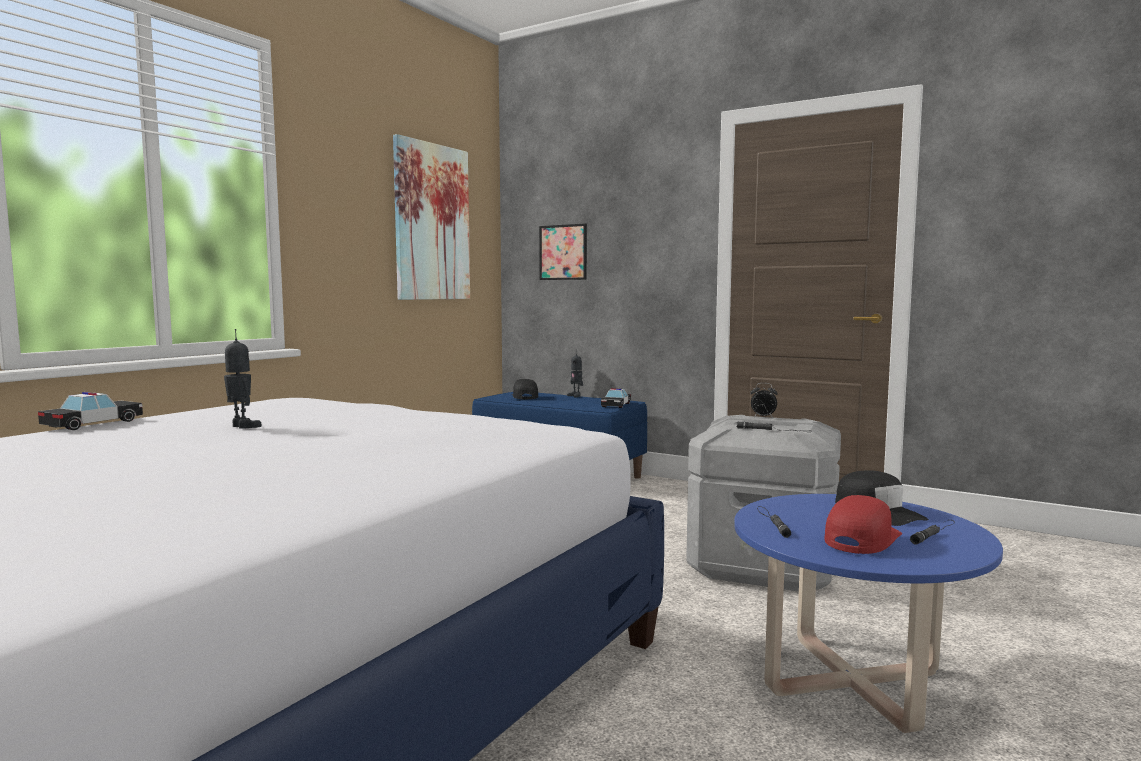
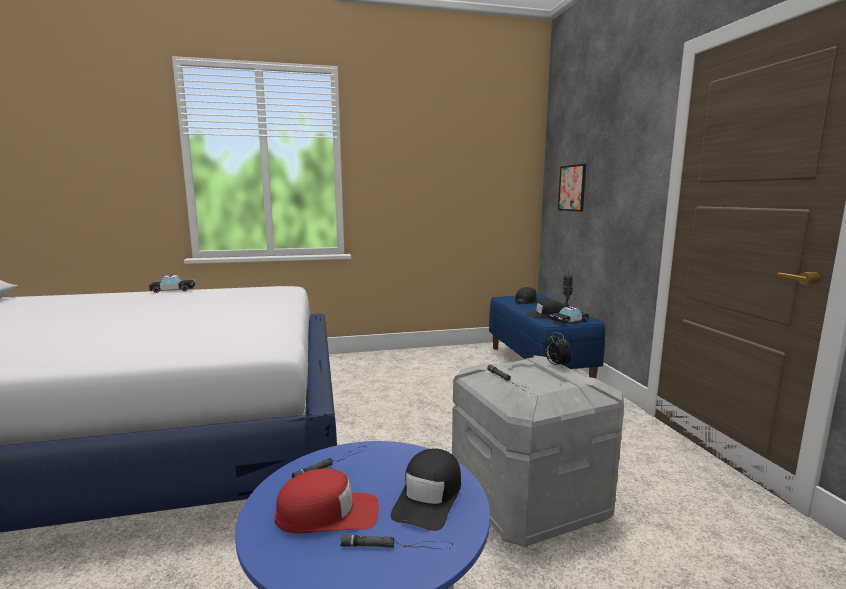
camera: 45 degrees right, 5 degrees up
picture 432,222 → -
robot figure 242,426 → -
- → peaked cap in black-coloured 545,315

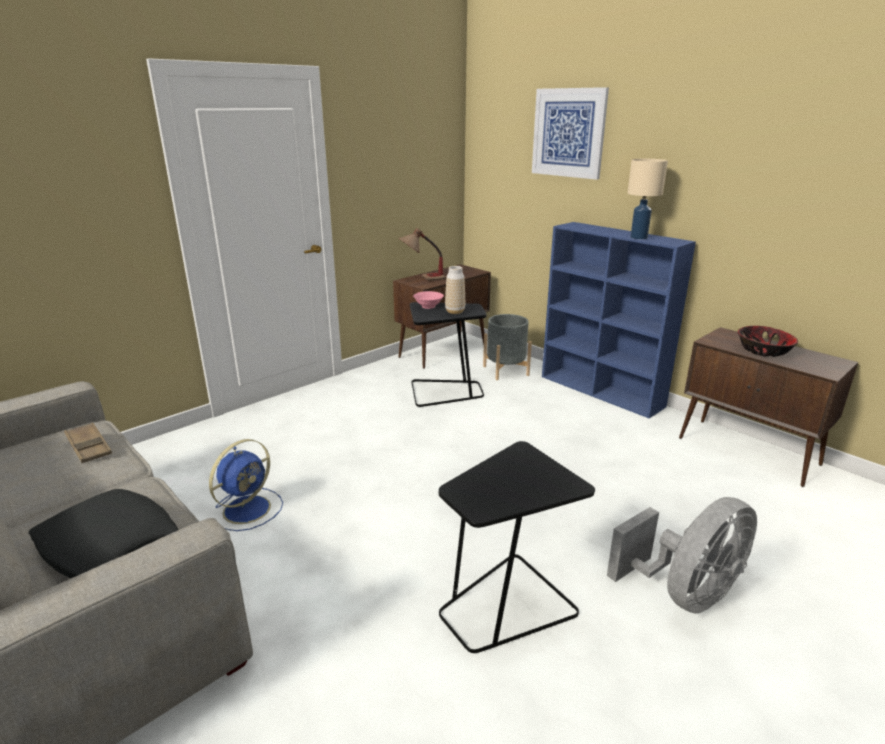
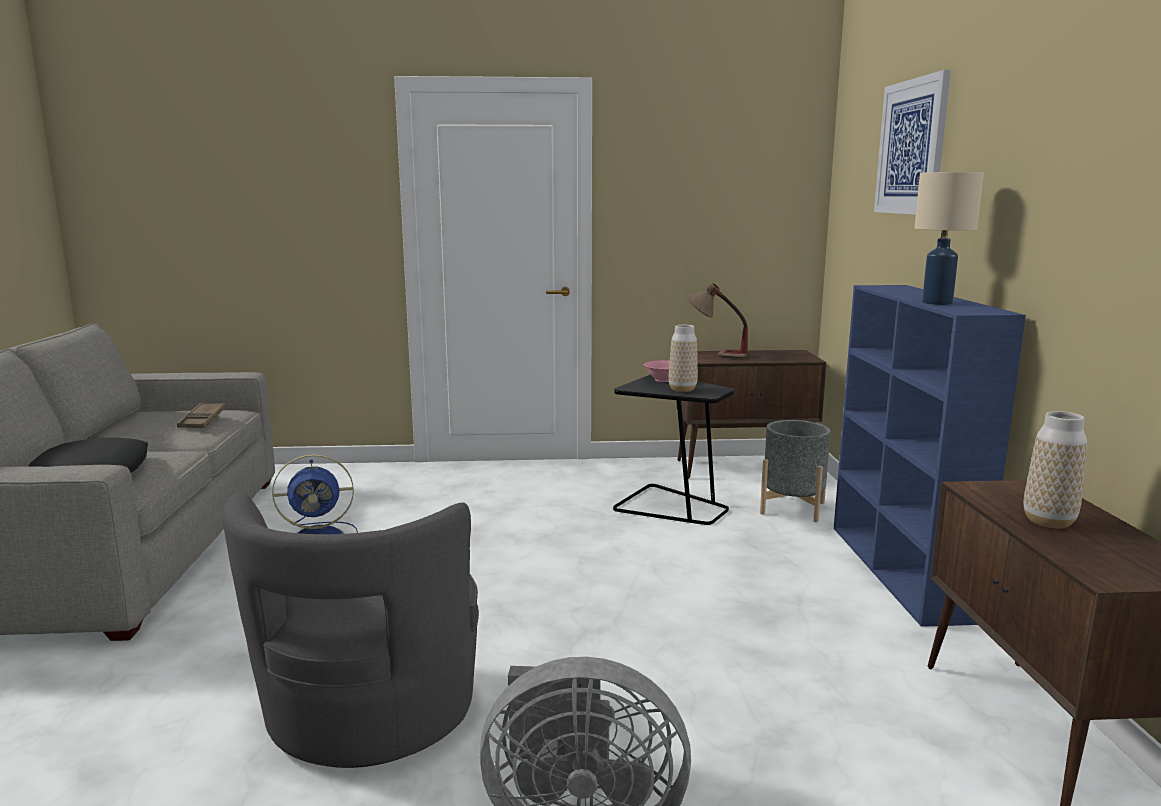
camera: 40 degrees right, 10 degrees down
bowl 764,351 → flower vase 1048,521
end table in black-coloured 505,605 → lounge chair in greyish 369,714

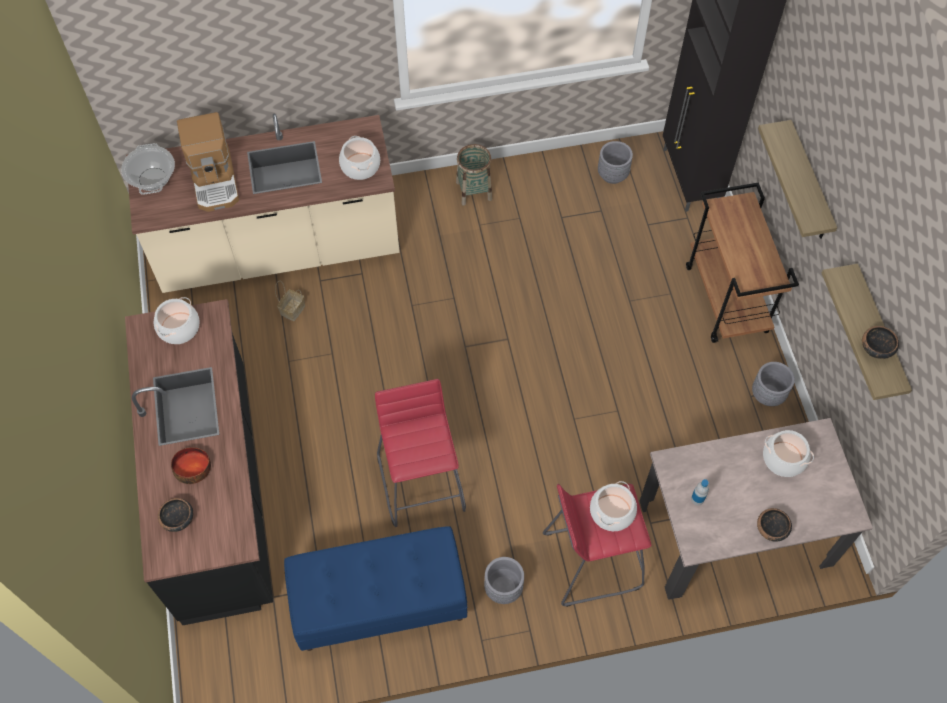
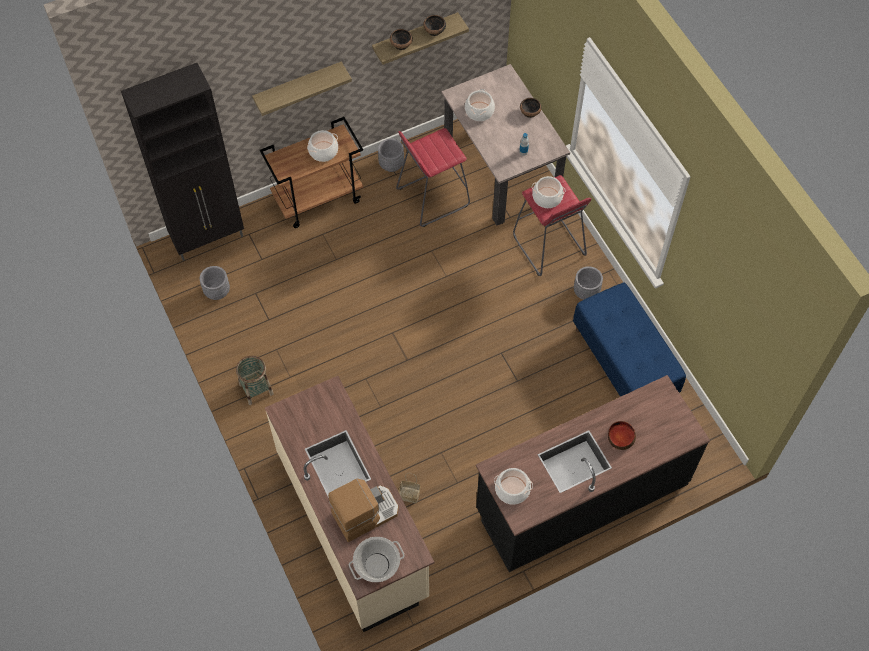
camera: 105 degrees left, 0 degrees up
saucepot 360,166 → saucepot 323,151, moved
stool in red 422,482 → stool in red 432,197, moved
bowl 178,520 → bowl 401,44, moved

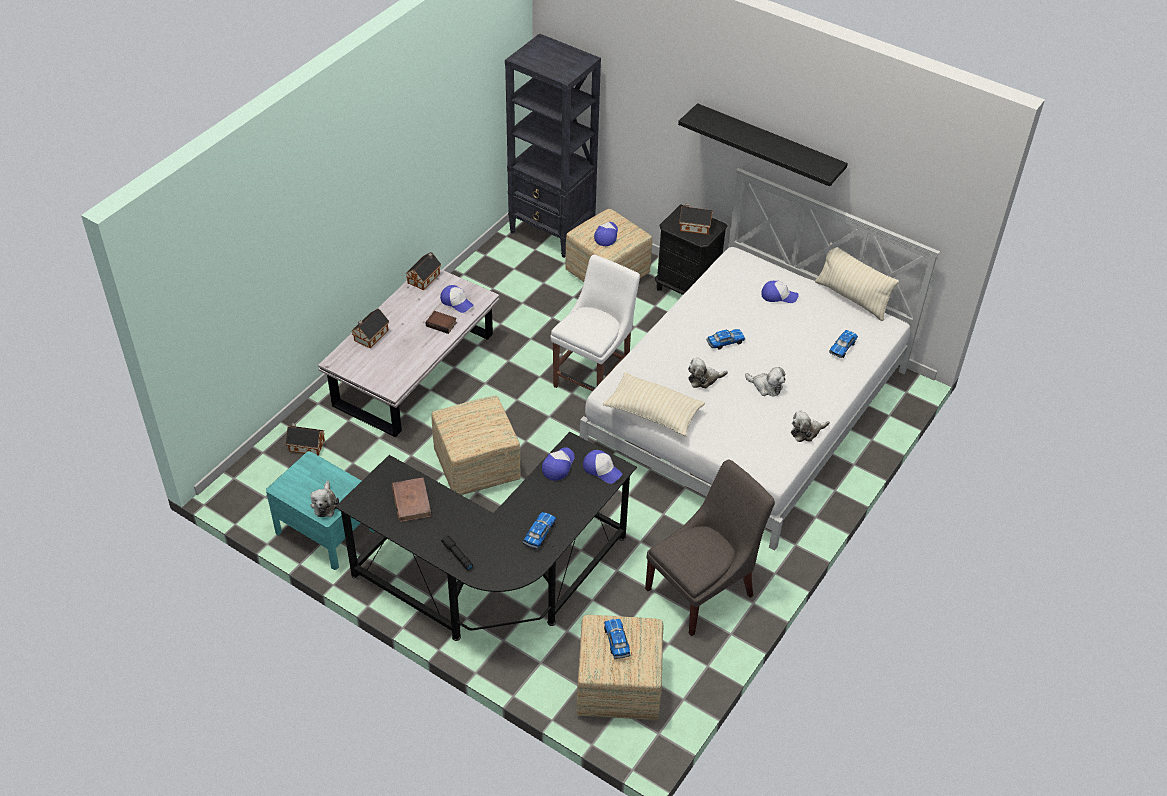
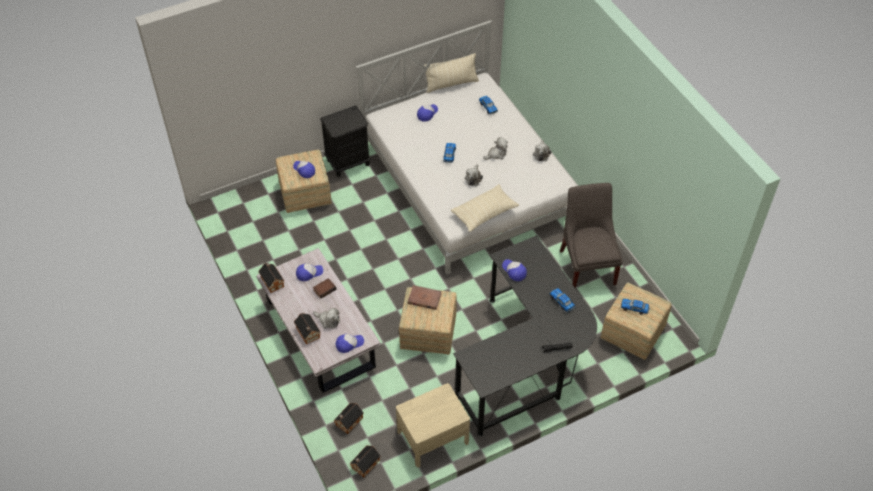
camera: 60 degrees left, 5 degrees up
bookshelf in black-coloured 552,232 → -
shelf in black-coloured 769,145 → -
toy house 693,226 → toy house 364,465, moved
plain chair in white 594,378 → -
peaked cap 602,469 → peaked cap 349,343, moved
night table in turquoise-coloured 325,531 → night table in sand-coloured 432,437
book in brown 411,501 → book in brown 424,299, moved
cuddly toy 325,504 → cuddly toy 328,320, moved

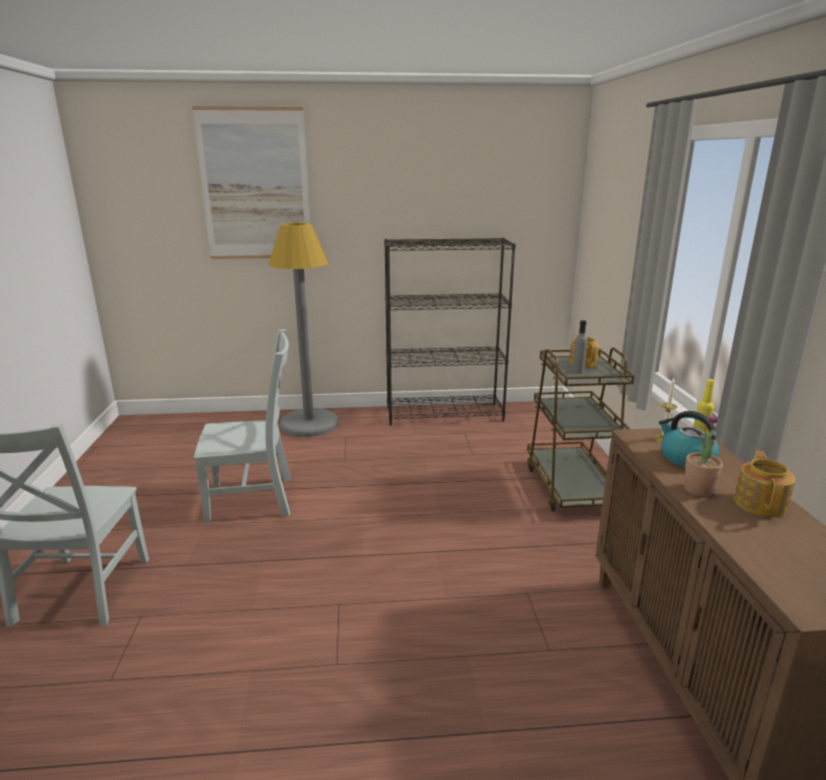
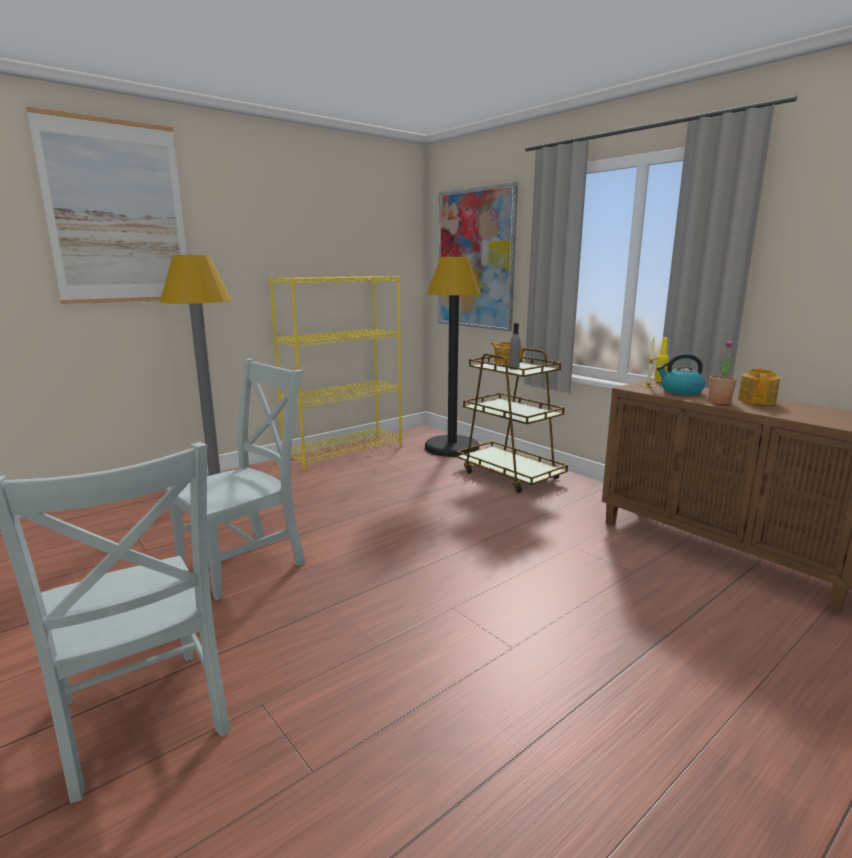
camera: 35 degrees left, 5 degrees down
bookshelf in black-coloured 445,414 → bookshelf in yellow 344,452
tea pot 760,503 → tea pot 757,400, 45 degrees clockwise
- → picture 475,259
- → floor lamp in black-coloured 452,448

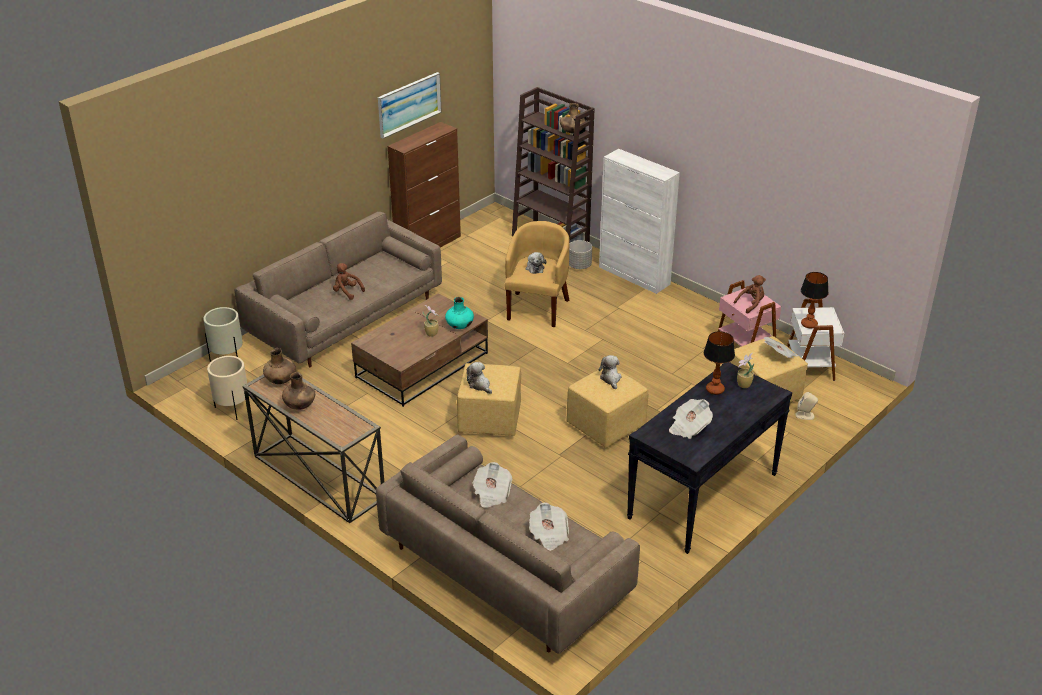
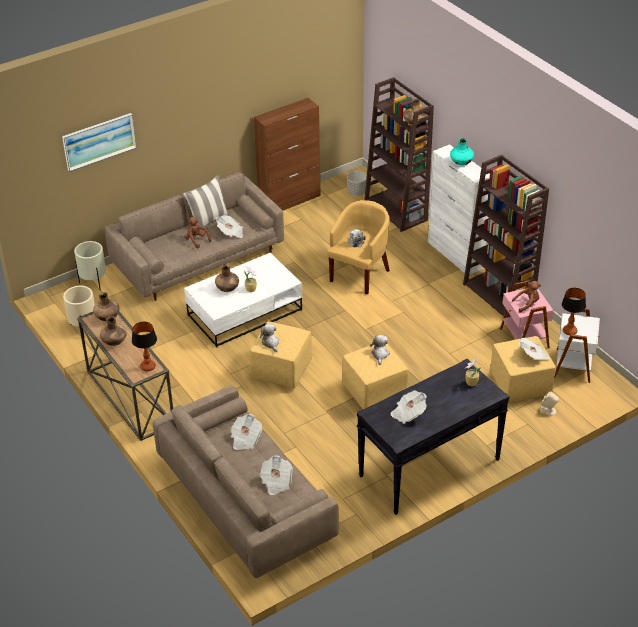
camera: 15 degrees right, 5 degrees up
picture 409,104 → picture 99,141, moved
plant pot in greyish 579,266 → plant pot in greyish 357,192, moved
coffee table in brown 422,364 → coffee table in white 245,312
flower vase in turquoise-coloured 459,326 → flower vase in turquoise-coloured 461,163, moved
tabletop lamp 714,389 → tabletop lamp 148,366, moved
- → bookshelf in brown 499,296
- → cushion 208,221
- → newspaper 230,233
- → flower vase in brown 227,289

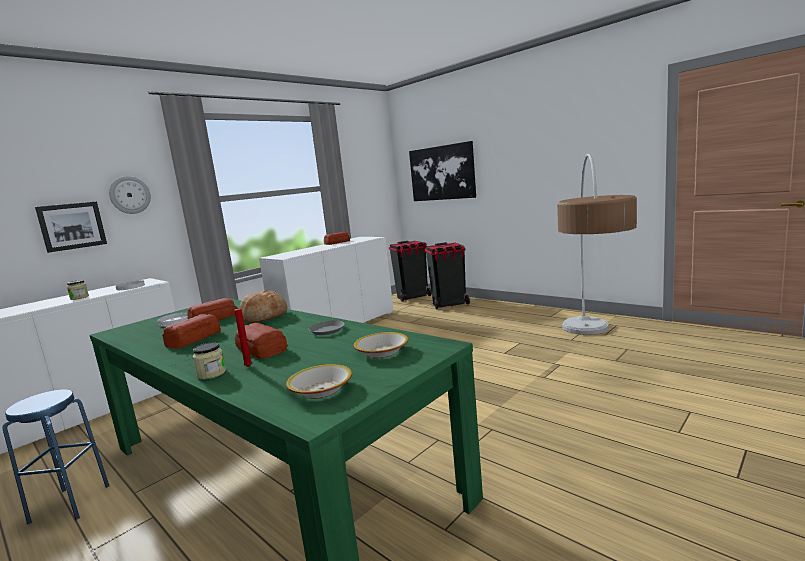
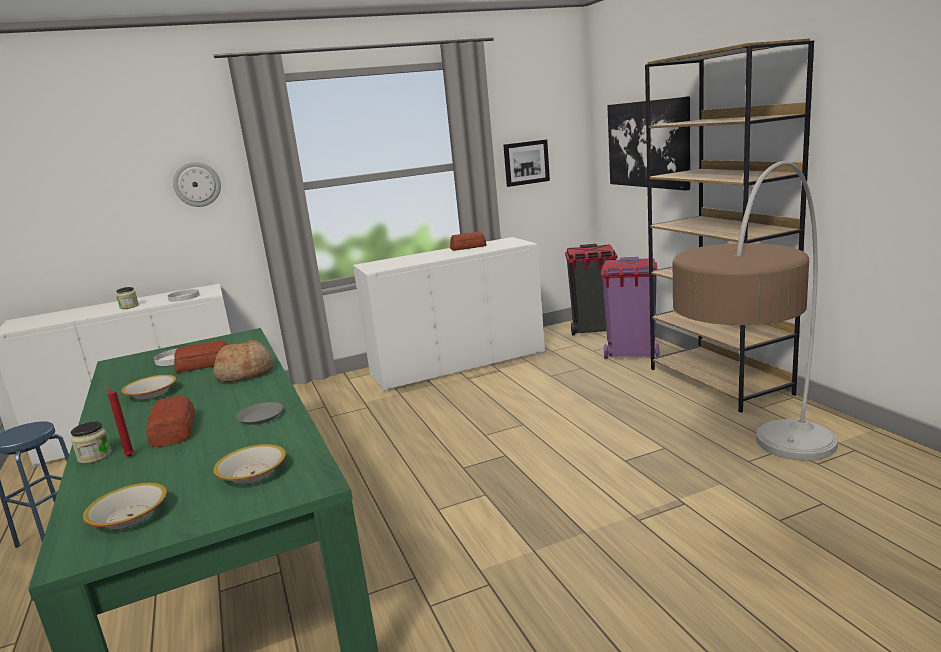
camera: 25 degrees right, 5 degrees up
picture 72,226 → picture 526,162, moved
rubbish bin in black-coloured 449,304 → rubbish bin in purplish 631,353
baked bread 194,338 → bowl 152,394
- → bookshelf in brown 719,381

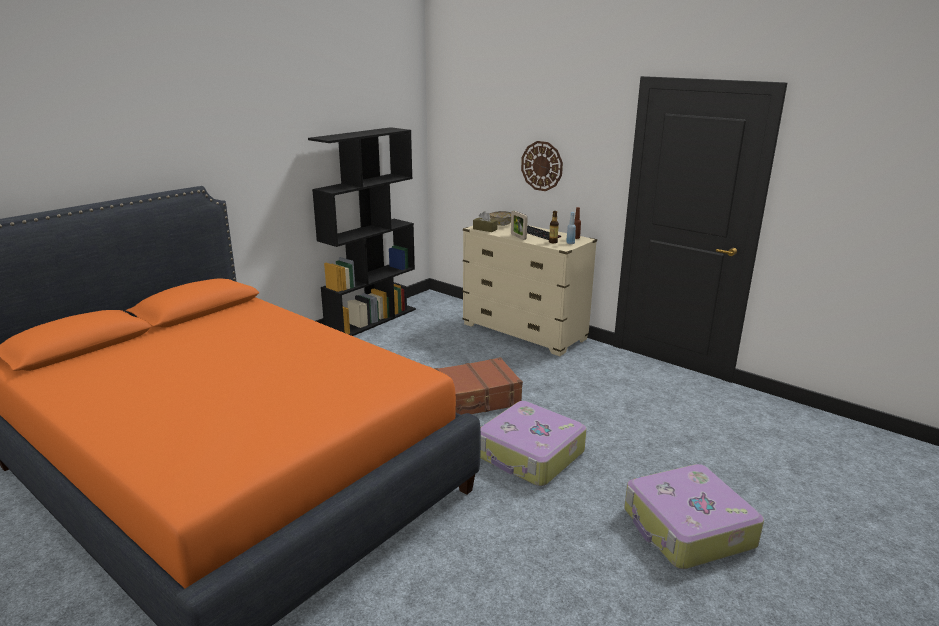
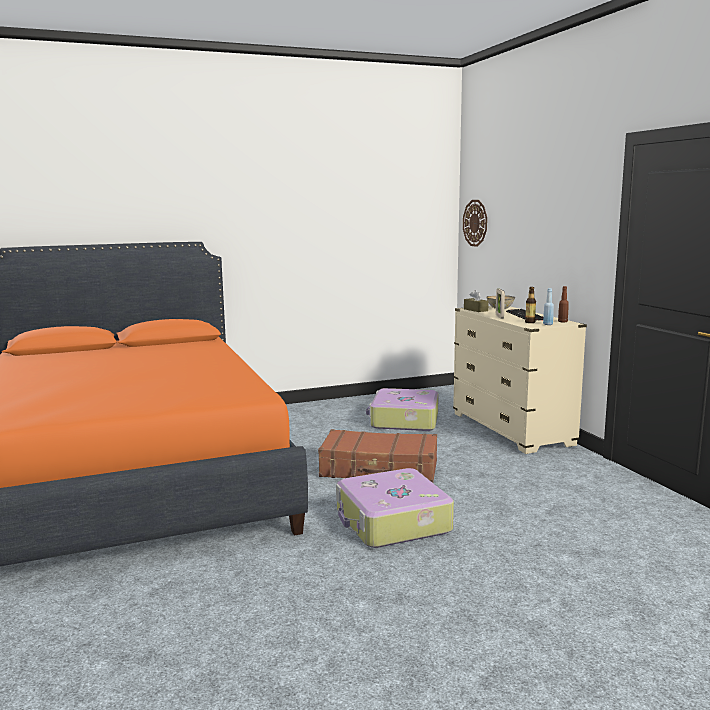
camera: 30 degrees right, 10 degrees down
bookshelf in black-coloured 372,320 → -
hanging clock 542,166 → hanging clock 475,223, moved
suitcase 687,529 → suitcase 404,420, moved

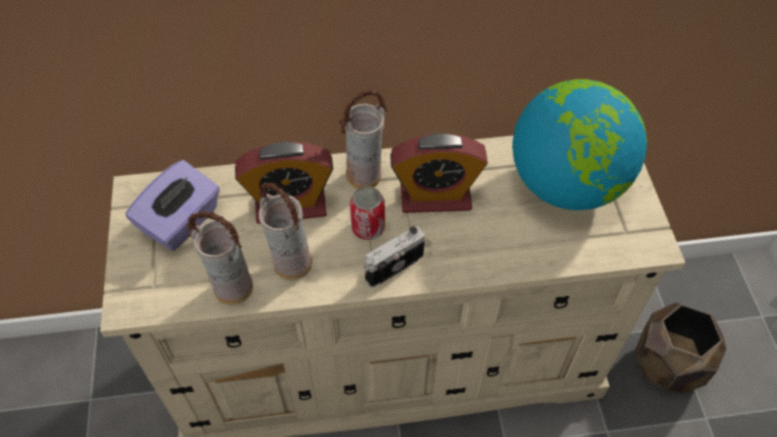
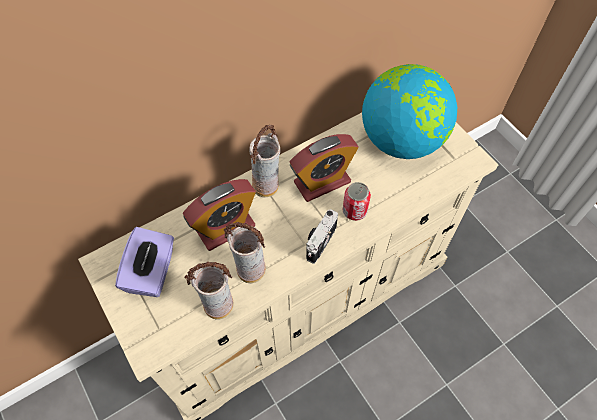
camera: 25 degrees left, 5 degrees up
metal can 368,227 → metal can 354,211, moved
plant pot in brown 666,364 → -

